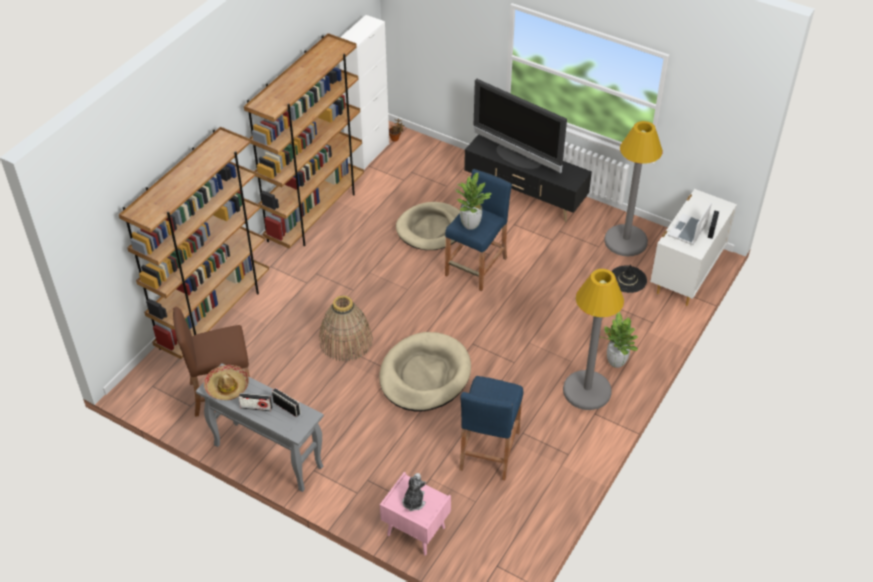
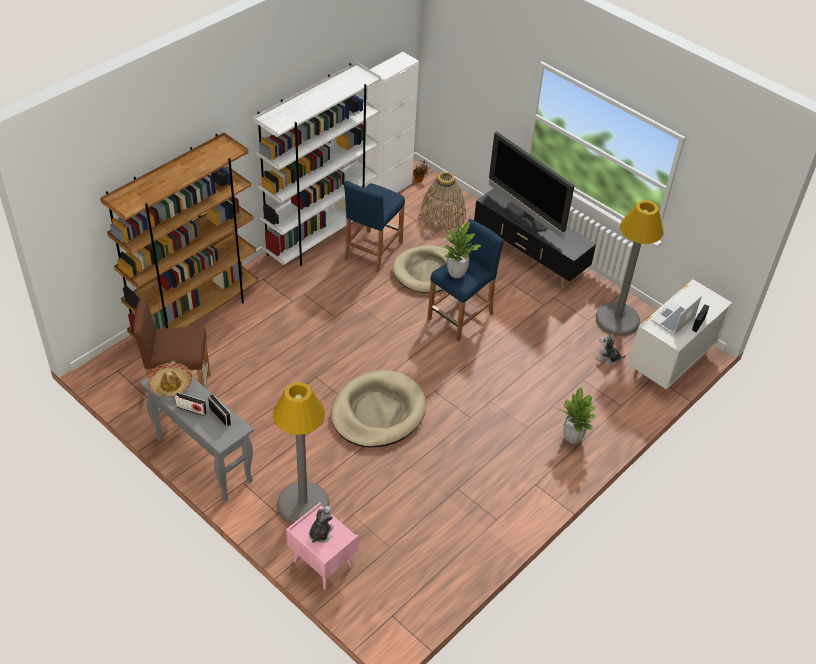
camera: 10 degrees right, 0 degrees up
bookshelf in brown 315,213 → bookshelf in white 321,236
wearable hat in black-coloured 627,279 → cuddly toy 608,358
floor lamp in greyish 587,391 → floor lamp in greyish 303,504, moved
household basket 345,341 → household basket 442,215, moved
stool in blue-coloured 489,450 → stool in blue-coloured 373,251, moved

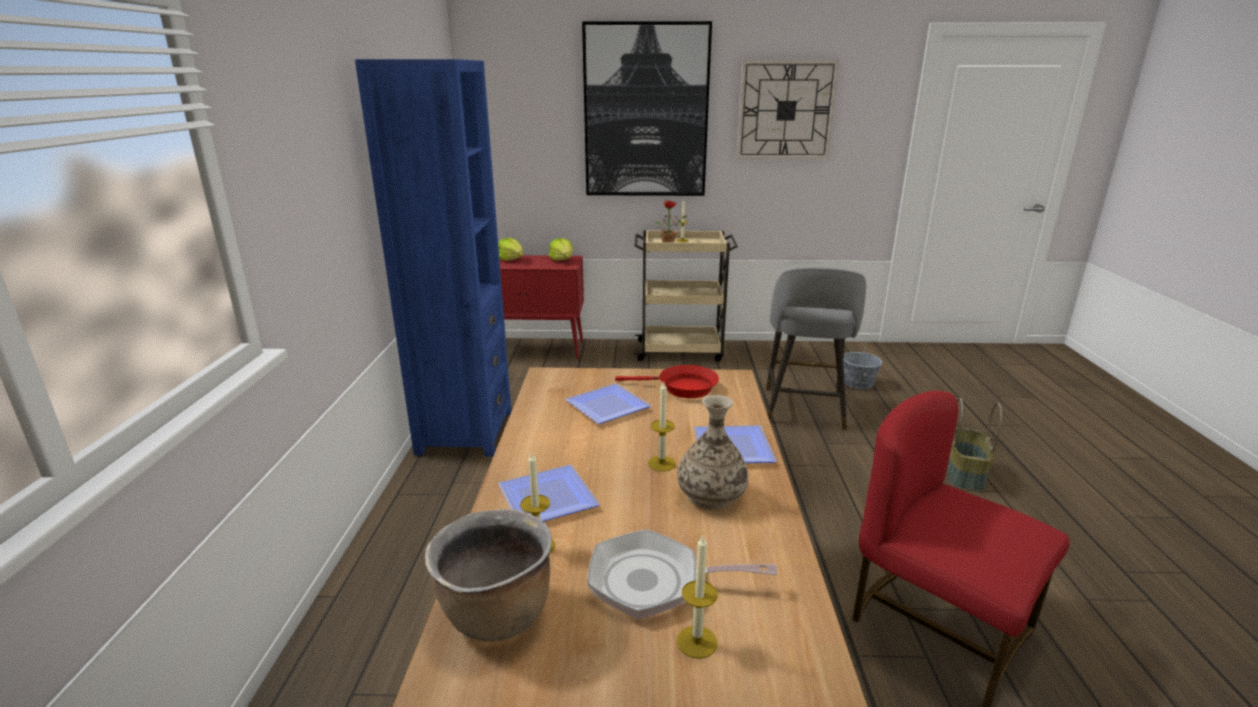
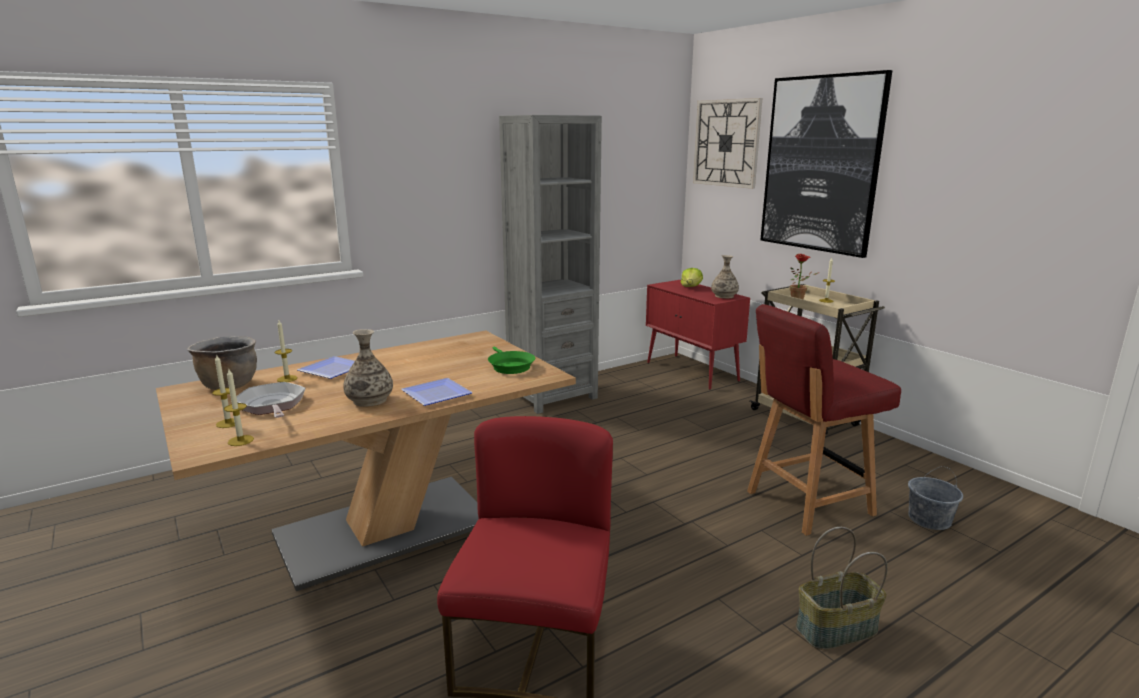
camera: 55 degrees right, 5 degrees down
bookshelf in blue-coloured 465,432 → bookshelf in greyish 552,396
hanging clock 785,110 → hanging clock 726,143, moved
lettuce head 562,260 → flower vase 724,296
stool in greyish 804,409 → plain chair in red 806,503
pan in red 682,388 → pan in greenish 509,366
wax candle 661,463 → wax candle 240,440, moved
flat dish 604,406 → -

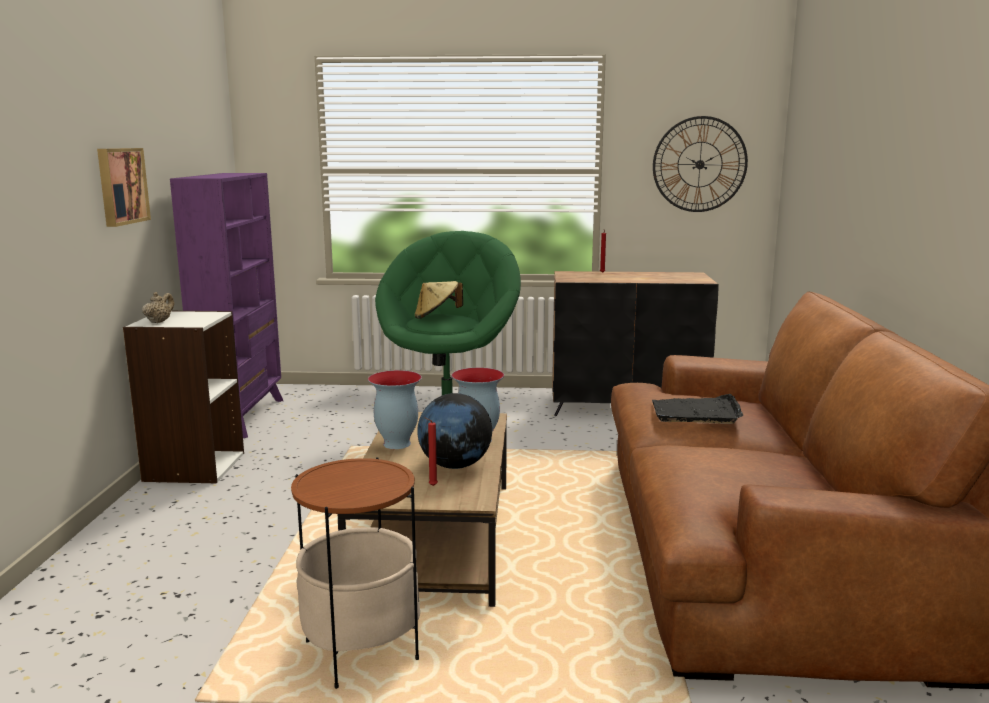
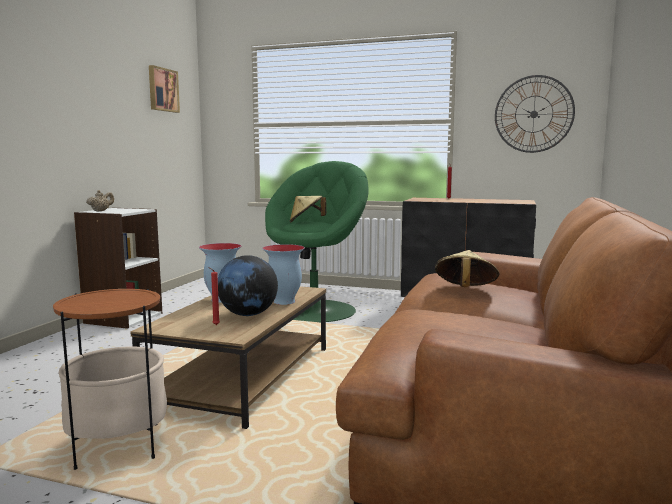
camera: 15 degrees right, 5 degrees down
picture 121,186 → picture 162,90, moved
bookshelf in purplish 243,417 → -
tray in black-coloured 696,413 → wearable hat in sand-coloured 465,290

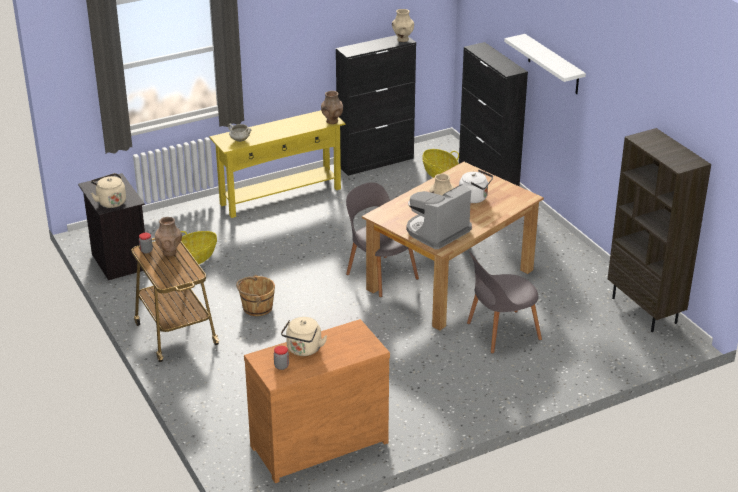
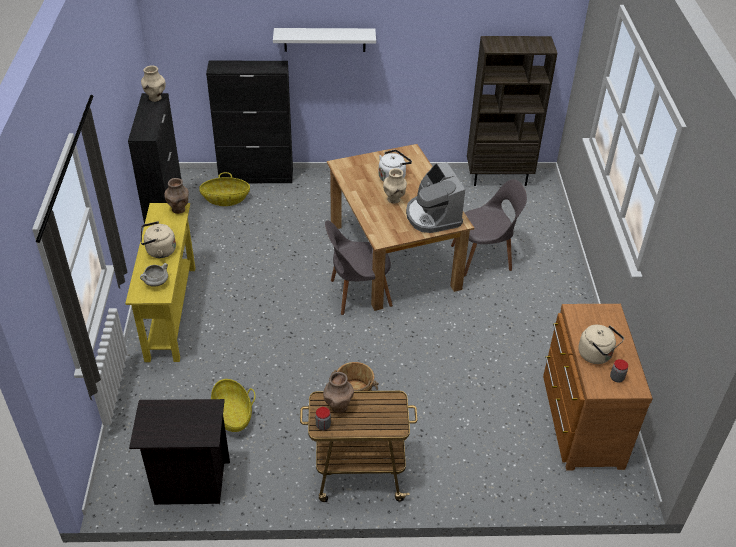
camera: 65 degrees left, 10 degrees up
tea kettle in sand-coloured 110,202 → tea kettle in sand-coloured 159,251, moved
plain chair in greyish 500,332 → plain chair in greyish 484,257, 105 degrees counterclockwise

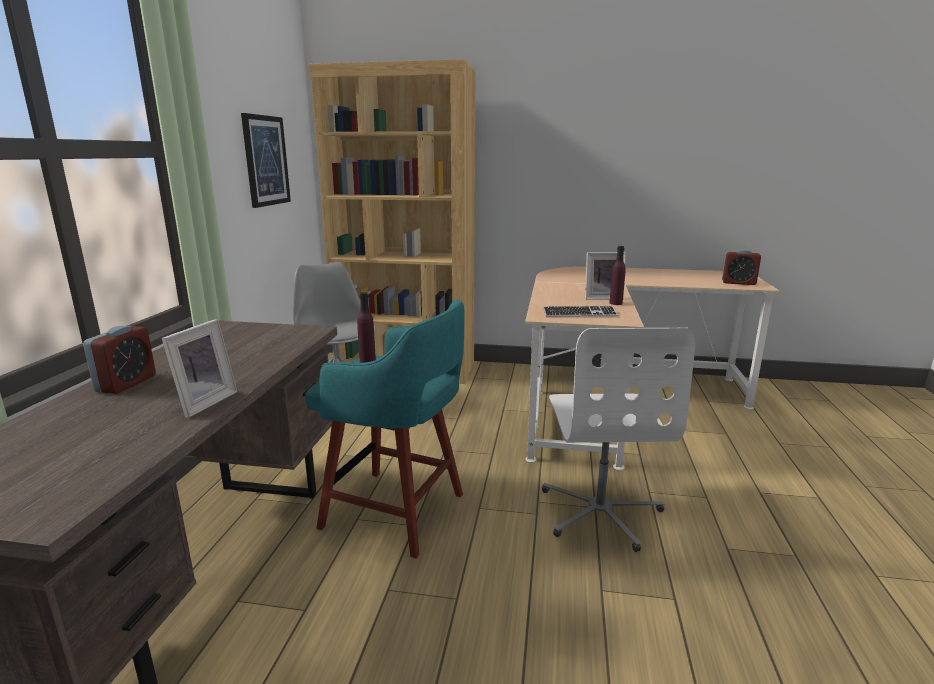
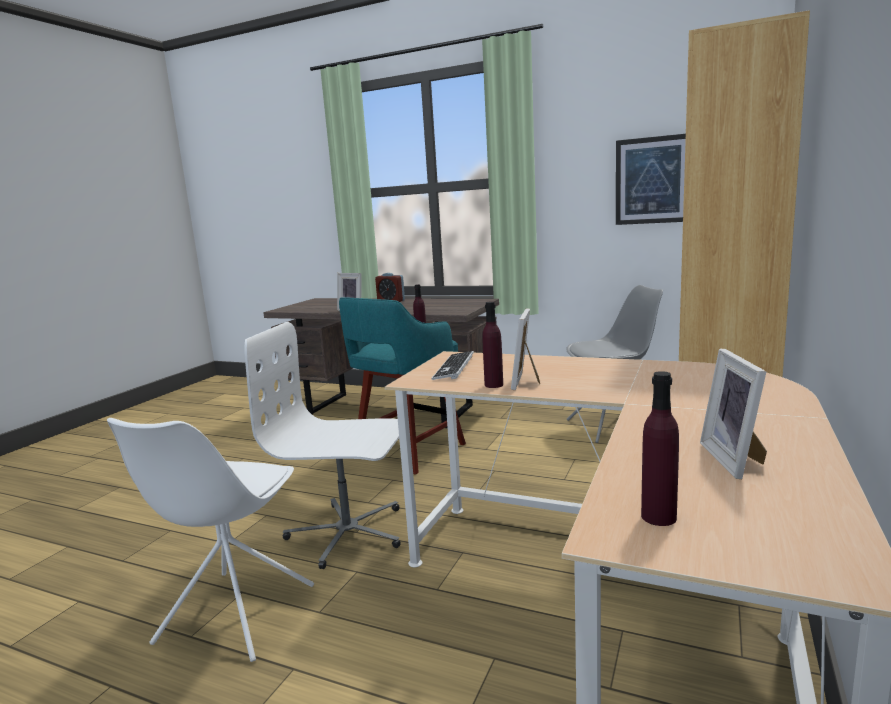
camera: 105 degrees right, 5 degrees down
table clock 738,283 → drink bottle in purplish 658,517
- → standing frame 736,459
- → plain chair in white 234,615

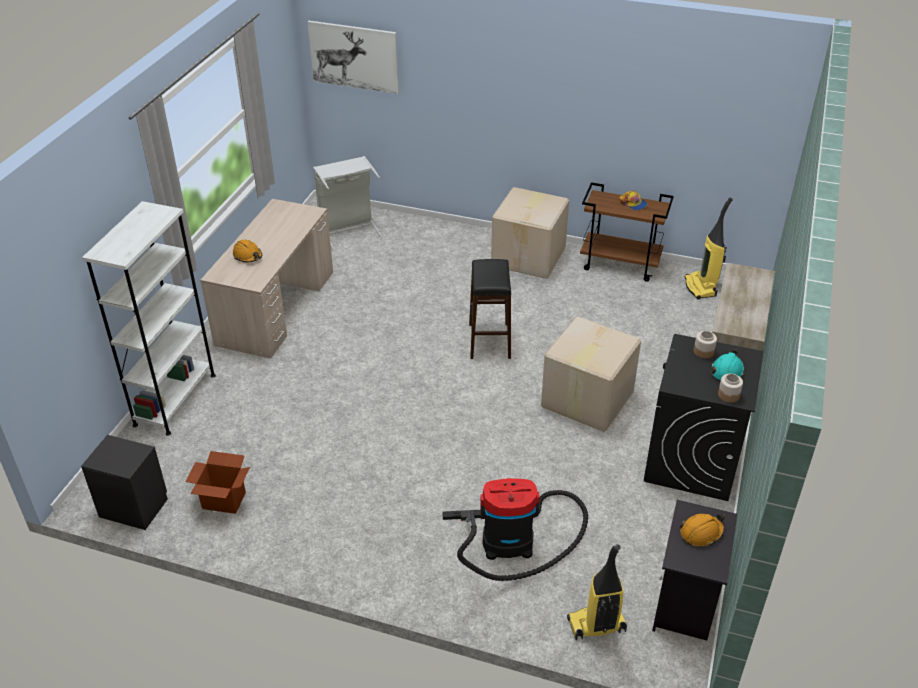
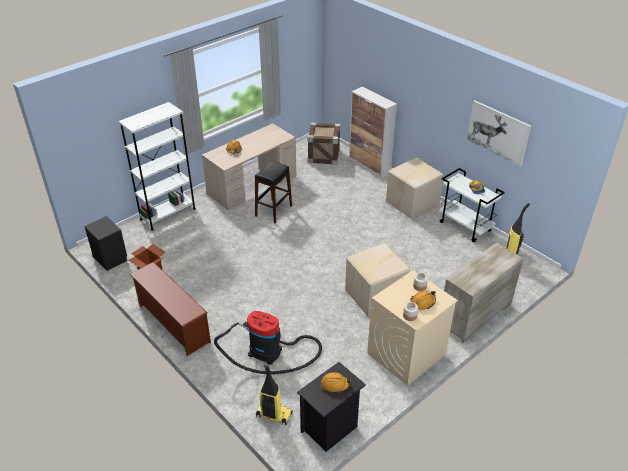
camera: 30 degrees right, 0 degrees up
picture 354,56 → picture 498,132, moved
hamper in greyish 349,230 → crate 323,156
trolley in brown 620,264 → trolley in white 465,226
stool in black-coloured 489,341 → stool in black-coloured 273,211, moved
washing machine in black-coloured 692,461 → washing machine in sand-coloured 406,354
hard hat in turquoise-coloured 727,371 → hard hat in orange-coloured 423,302
- → cabinet 369,166
- → shoe stand in brown 172,324

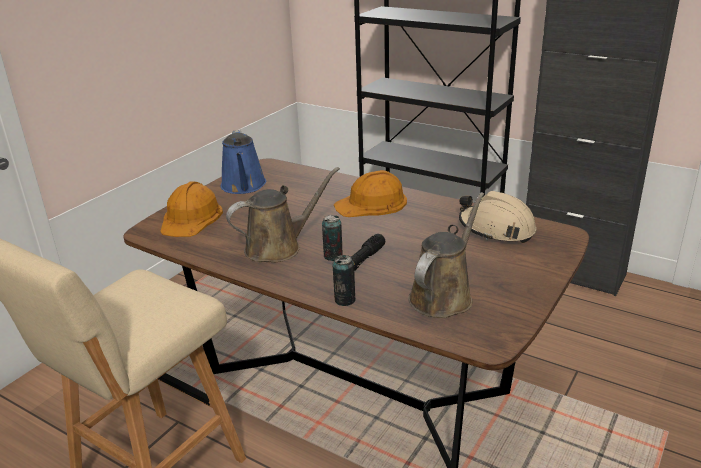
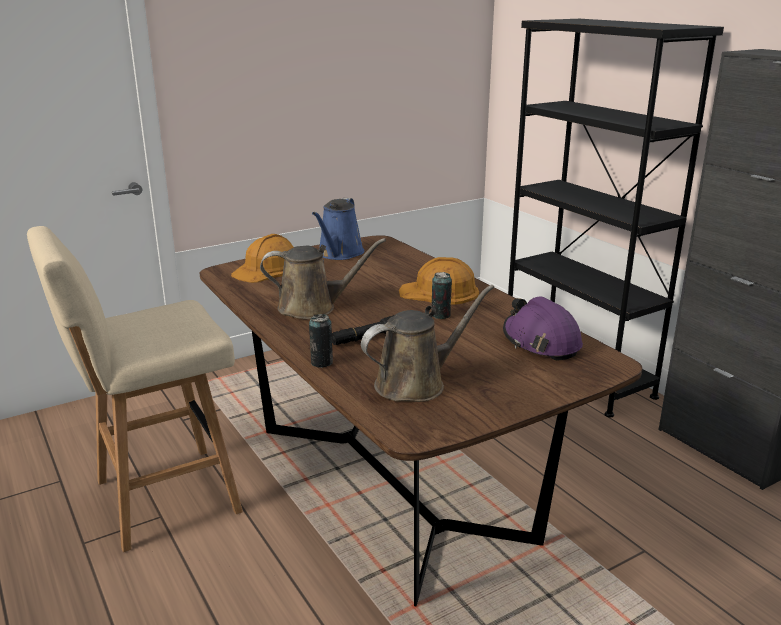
camera: 25 degrees right, 5 degrees down
hard hat in sand-coloured 496,229 → hard hat in purplish 540,342
metal can 333,256 → metal can 440,315, moved

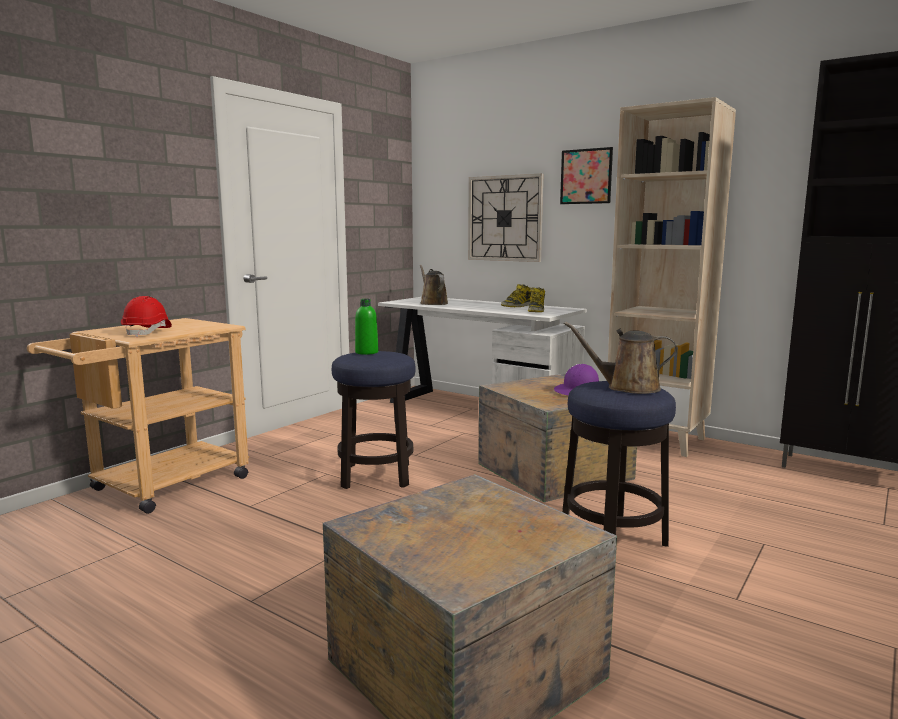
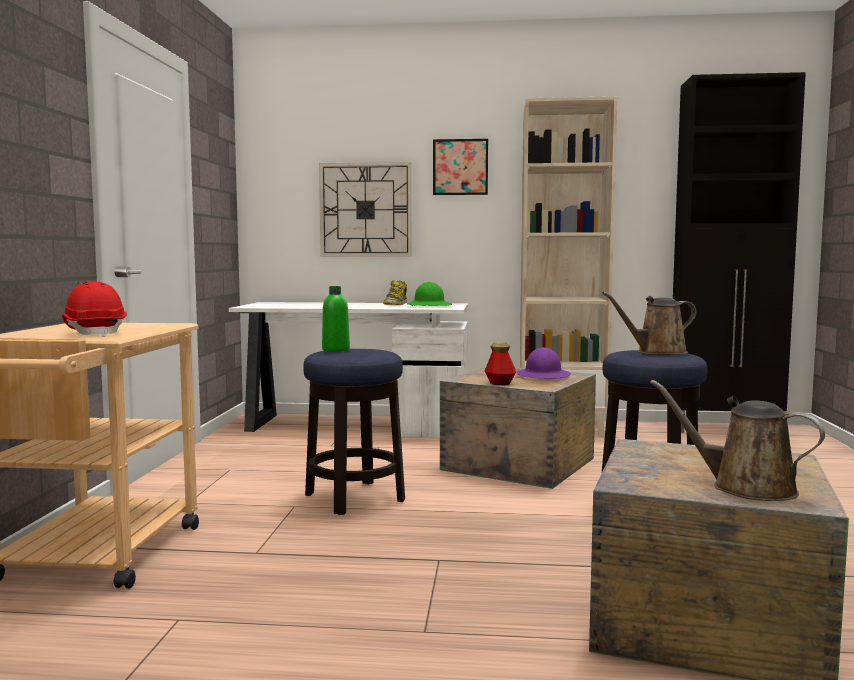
camera: 30 degrees left, 5 degrees down
watering pot in brown 432,303 → watering pot in brown 744,488, moved
tall boot 536,310 → hard hat in greenish 429,306
- → drink bottle 500,383

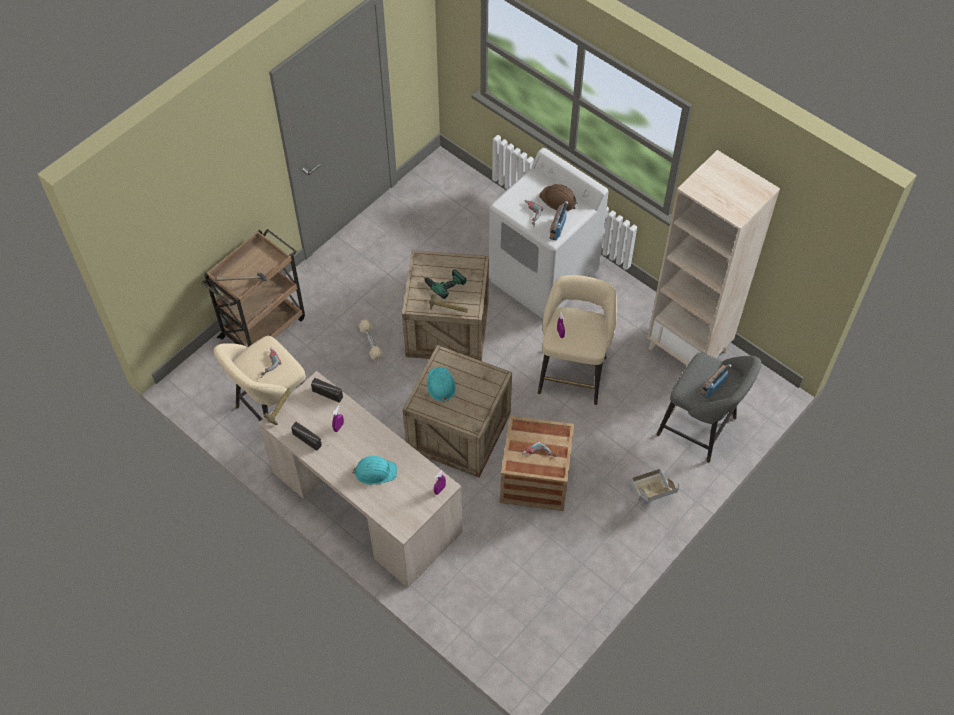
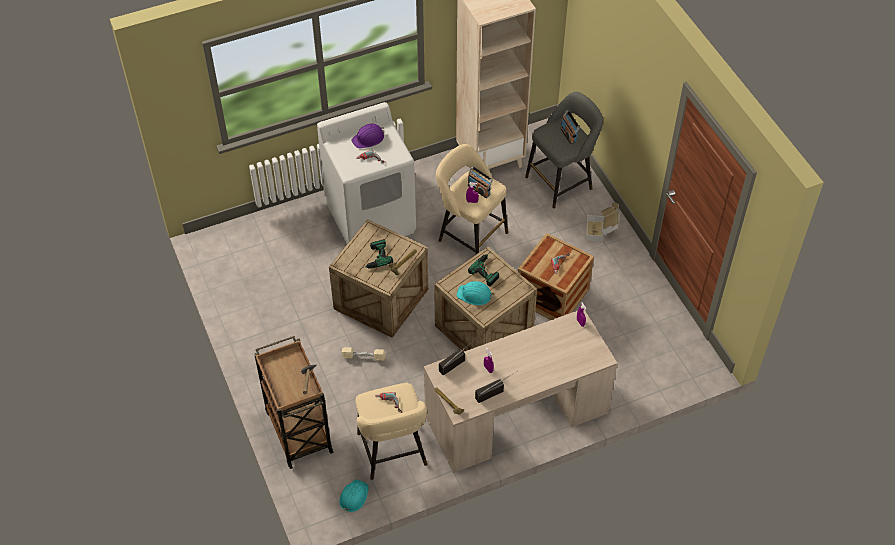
camera: 65 degrees left, 5 degrees down
hard hat in brown 558,200 → hard hat in purplish 368,138
radio set 557,228 → radio set 479,190, moved
hard hat in turquoise-coloured 375,471 → hard hat in turquoise-coloured 353,497, moved
- → electric drill 488,269

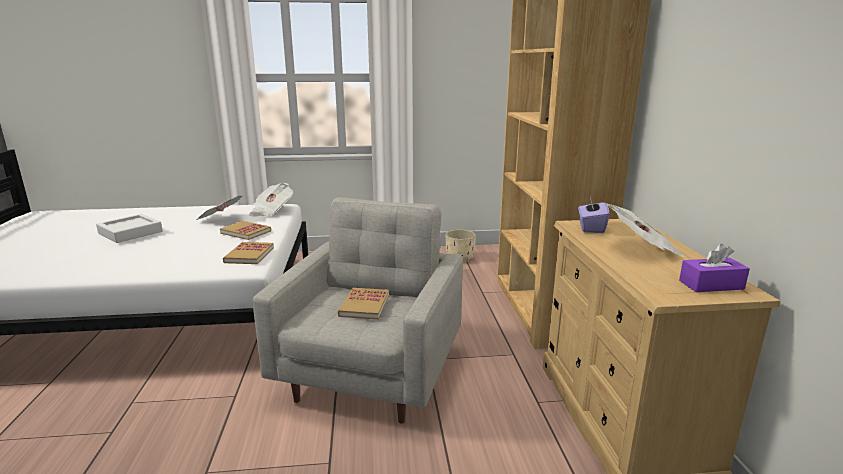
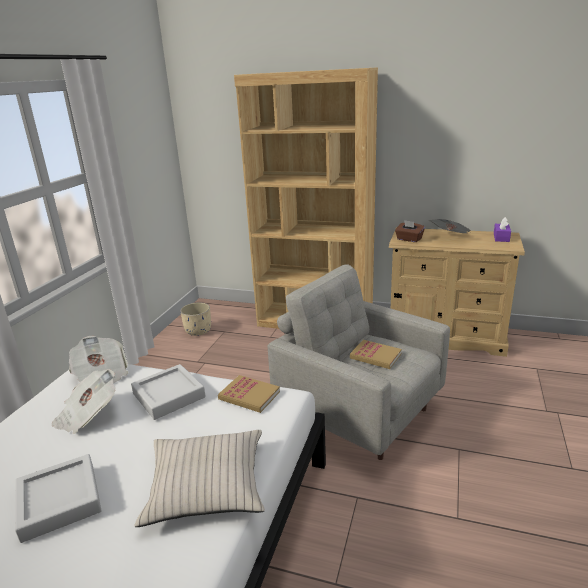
camera: 65 degrees left, 5 degrees up
tissue box in purplish 590,228 → tissue box in brown 409,239
book 246,232 → tray in greyish 169,395
- → cushion in sand-coloured 206,485

